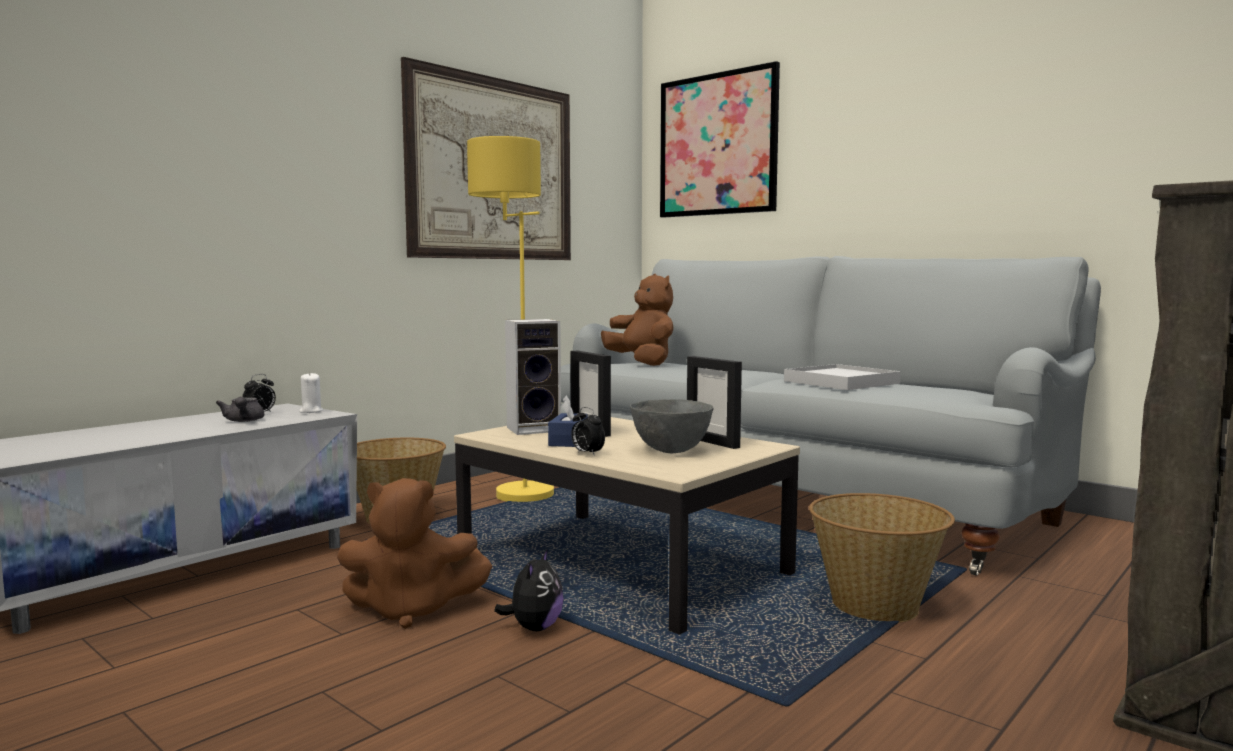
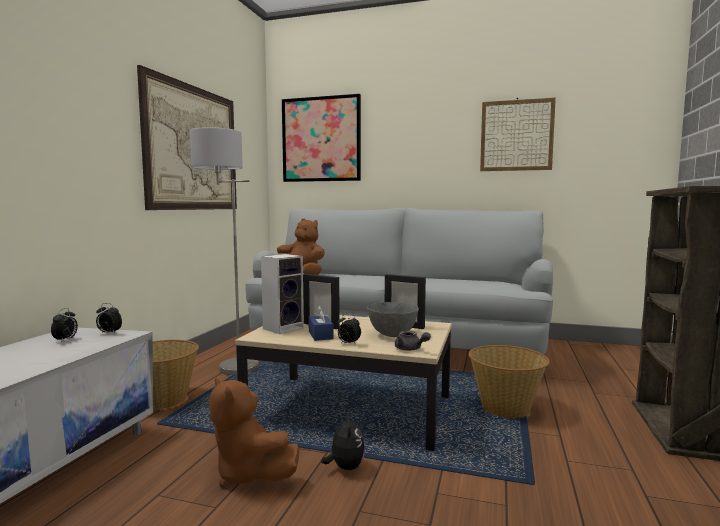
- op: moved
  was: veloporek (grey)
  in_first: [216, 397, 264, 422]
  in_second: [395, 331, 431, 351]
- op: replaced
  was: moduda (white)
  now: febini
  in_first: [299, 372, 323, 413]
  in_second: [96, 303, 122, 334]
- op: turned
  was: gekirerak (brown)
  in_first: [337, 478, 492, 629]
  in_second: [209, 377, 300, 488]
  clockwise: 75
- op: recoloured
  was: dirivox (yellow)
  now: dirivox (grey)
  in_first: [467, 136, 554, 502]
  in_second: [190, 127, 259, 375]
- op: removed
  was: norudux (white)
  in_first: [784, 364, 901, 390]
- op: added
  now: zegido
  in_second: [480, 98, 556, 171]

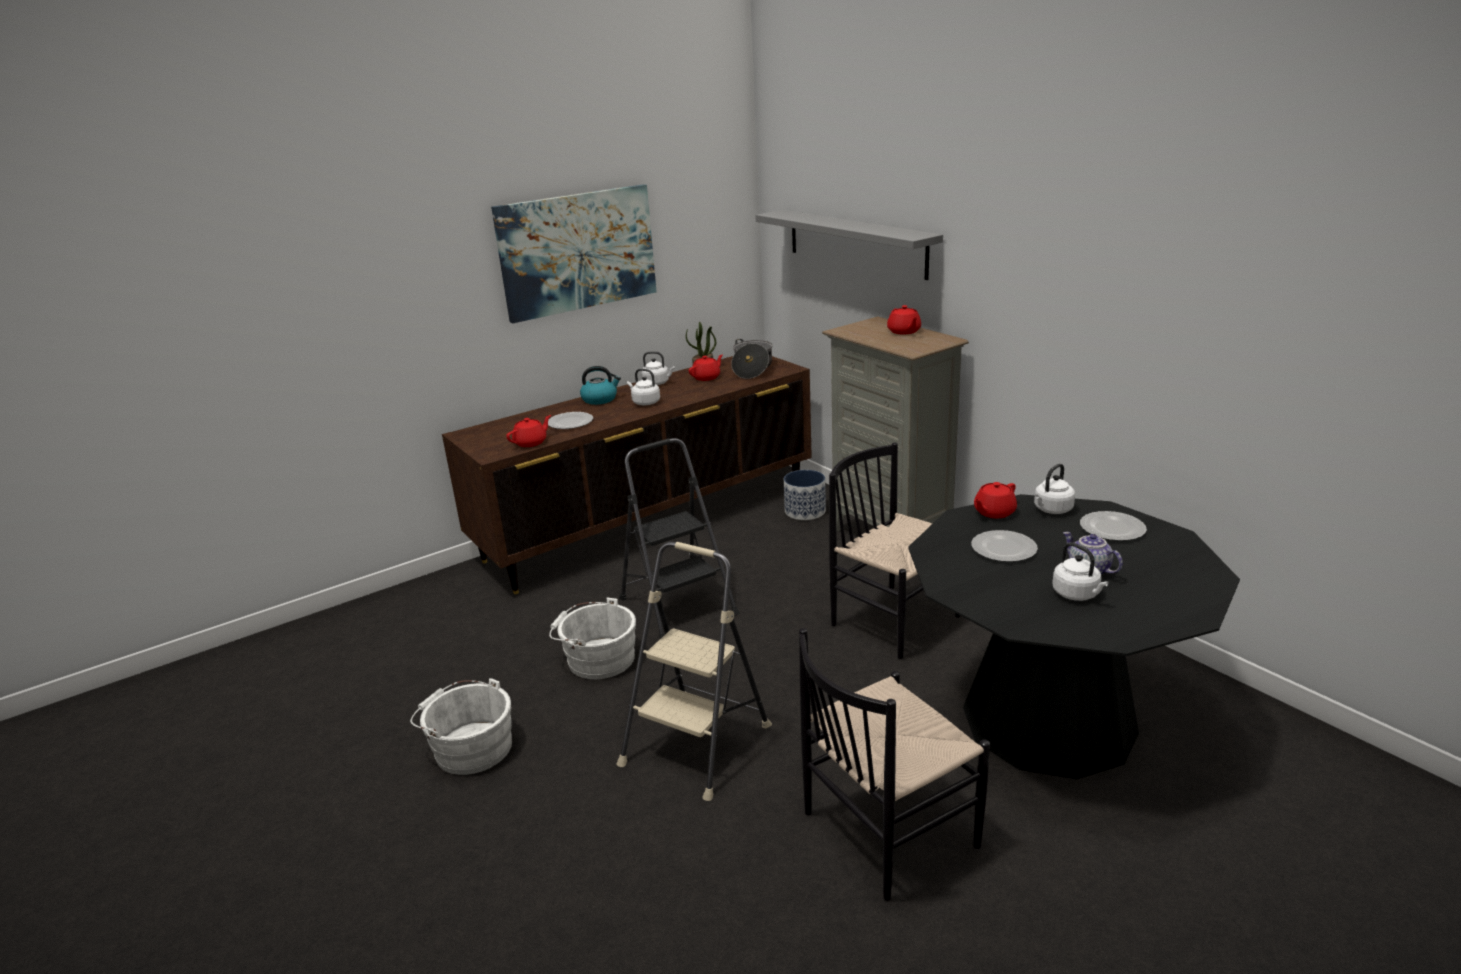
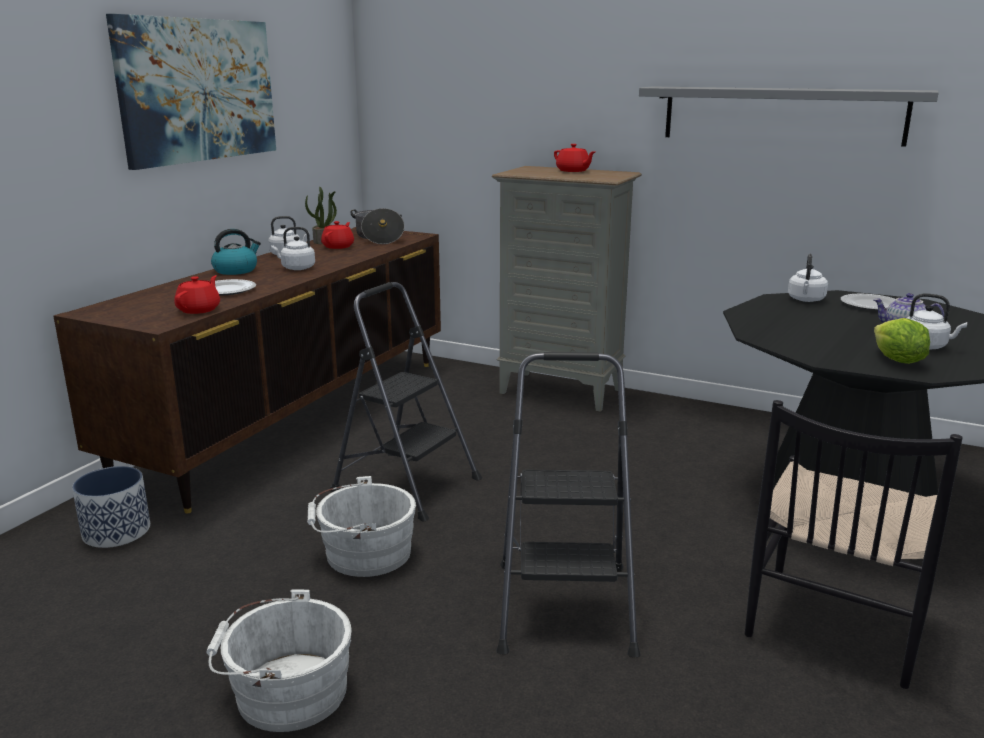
- op: recoloured
  was: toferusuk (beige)
  now: toferusuk (black)
  in_first: [616, 542, 772, 801]
  in_second: [496, 352, 641, 658]
- op: moved
  was: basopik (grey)
  in_first: [755, 210, 943, 280]
  in_second: [639, 86, 939, 147]
- op: moved
  was: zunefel
  in_first: [784, 470, 826, 520]
  in_second: [72, 466, 150, 548]
- op: removed
  was: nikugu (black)
  in_first: [829, 443, 961, 659]
- op: removed
  was: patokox
  in_first: [971, 530, 1038, 562]
- op: removed
  was: veloporek (red)
  in_first: [974, 482, 1017, 519]
- op: added
  now: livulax
  in_second: [874, 318, 930, 364]

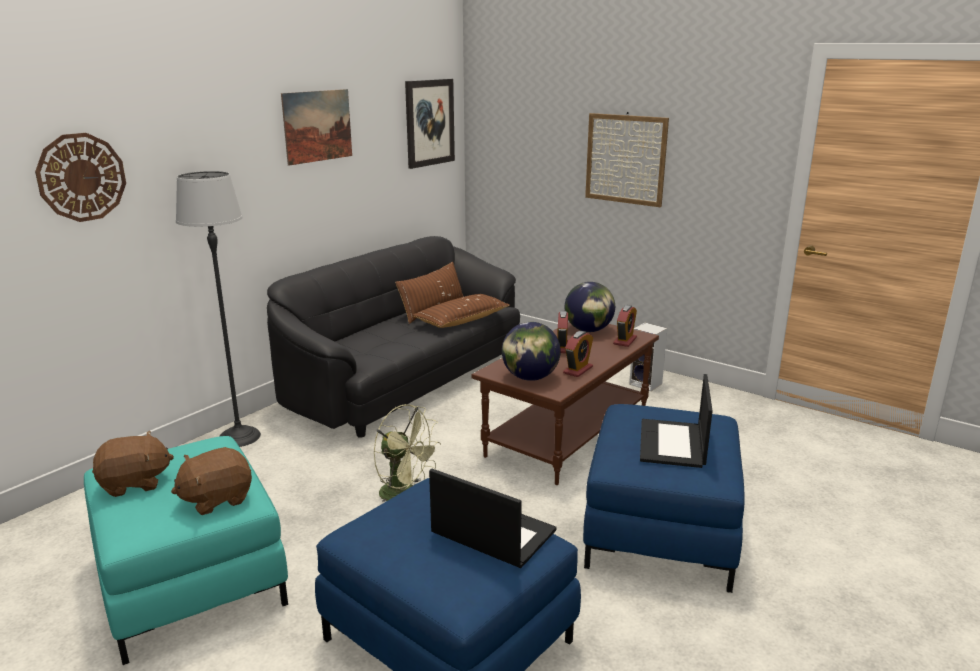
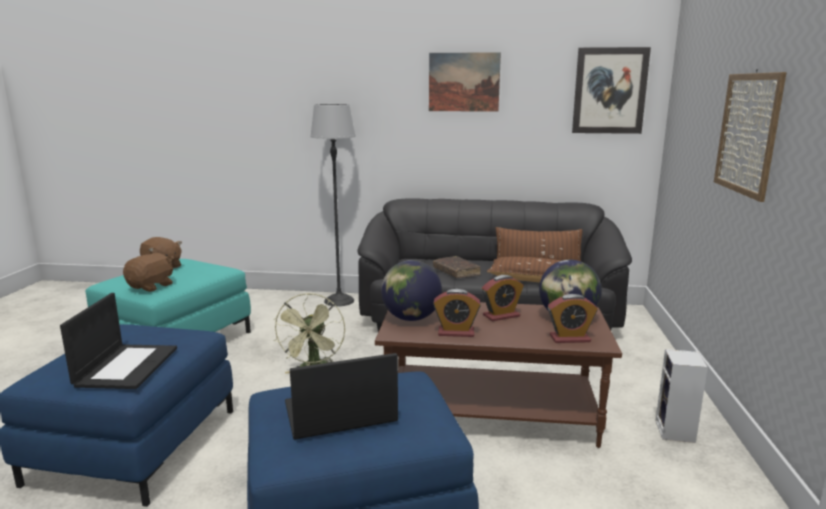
- op: removed
  was: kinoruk
  in_first: [35, 133, 126, 222]
- op: turned
  was: gekirerak (brown)
  in_first: [171, 447, 252, 515]
  in_second: [123, 253, 173, 292]
  clockwise: 90
- op: added
  now: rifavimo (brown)
  in_second: [433, 256, 481, 278]

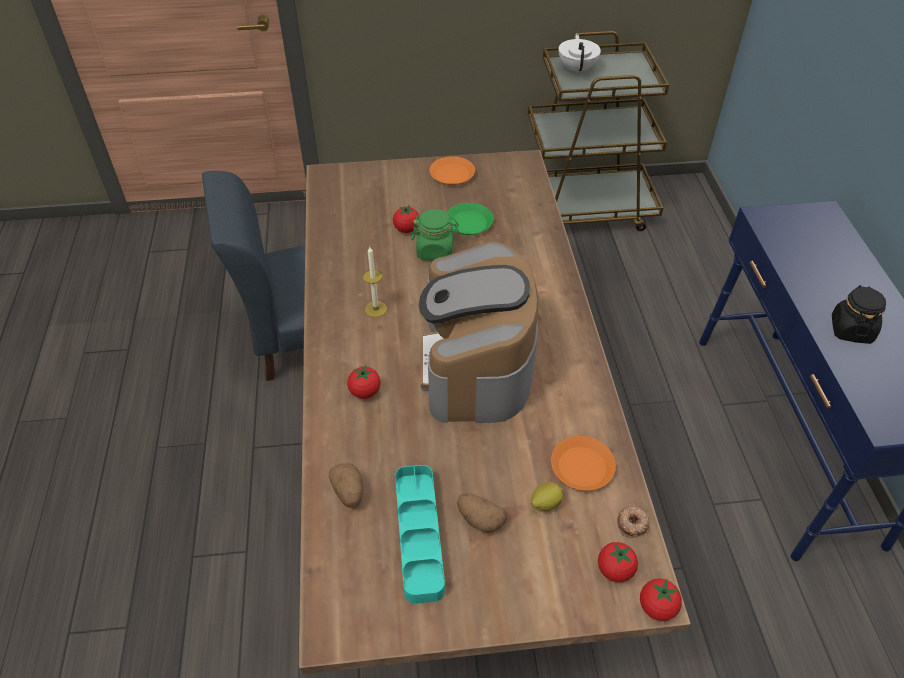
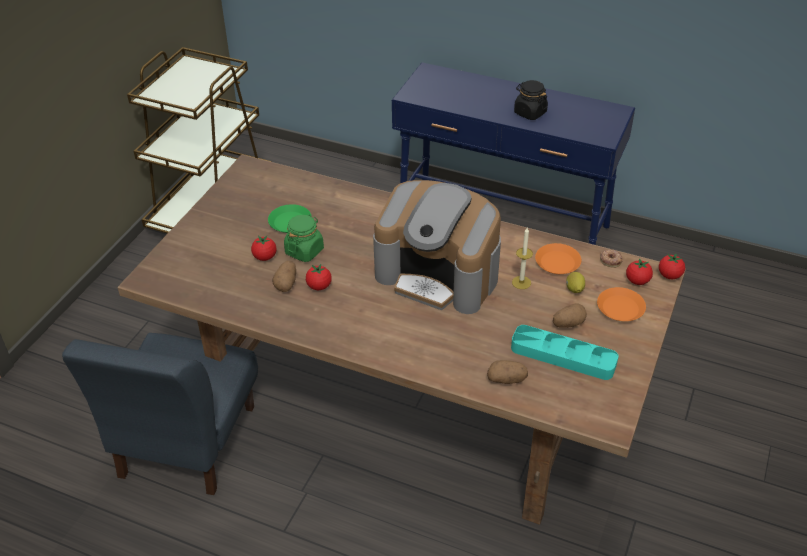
- op: moved
  was: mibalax
  in_first: [347, 365, 381, 399]
  in_second: [306, 264, 332, 290]
- op: moved
  was: moduda
  in_first: [363, 247, 387, 317]
  in_second: [512, 228, 533, 289]
- op: moved
  was: patokox (orange)
  in_first: [429, 156, 475, 185]
  in_second: [597, 287, 646, 321]
- op: removed
  was: veloporek (white)
  in_first: [559, 33, 601, 75]
- op: added
  now: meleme
  in_second: [272, 261, 296, 292]

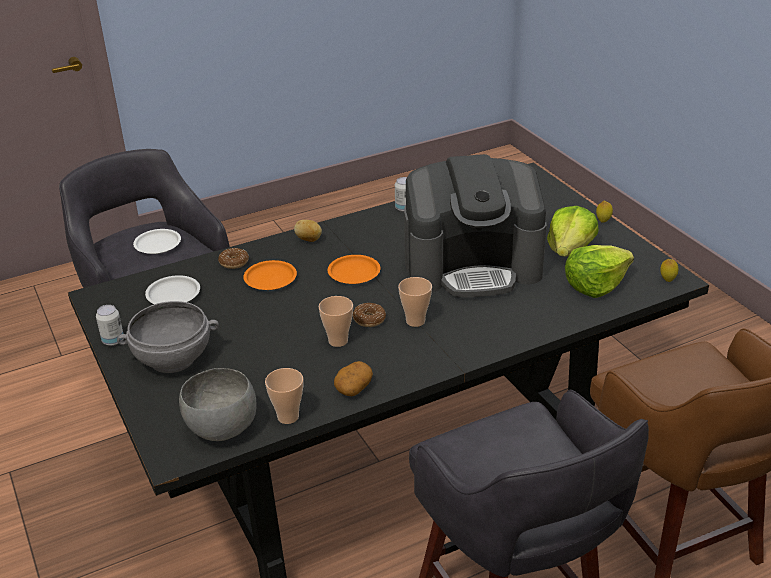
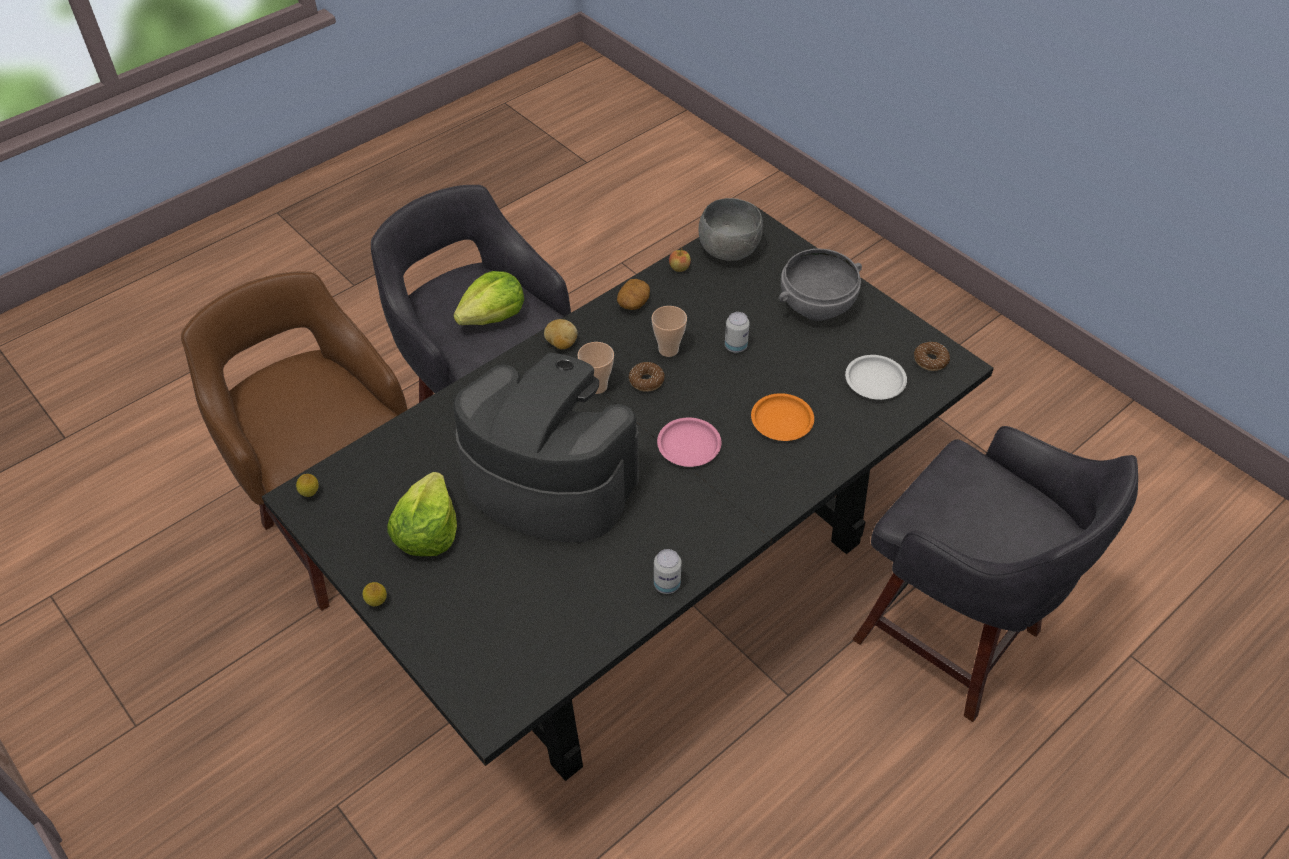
- op: moved
  was: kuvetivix
  in_first: [96, 305, 124, 346]
  in_second: [725, 312, 750, 353]
- op: removed
  was: patokox (white)
  in_first: [133, 229, 181, 254]
- op: moved
  was: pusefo
  in_first: [218, 248, 249, 269]
  in_second: [914, 342, 950, 371]
- op: replaced
  was: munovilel
  now: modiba
  in_first: [265, 368, 303, 424]
  in_second: [669, 248, 691, 272]
- op: moved
  was: meleme
  in_first: [294, 220, 322, 242]
  in_second: [544, 319, 578, 349]
- op: recoloured
  was: patokox (orange)
  now: patokox (pink)
  in_first: [328, 255, 380, 284]
  in_second: [657, 417, 721, 467]
- op: turned
  was: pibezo
  in_first: [404, 154, 547, 297]
  in_second: [453, 353, 639, 542]
  clockwise: 45
- op: moved
  was: livulax
  in_first: [565, 245, 634, 298]
  in_second: [453, 271, 524, 325]

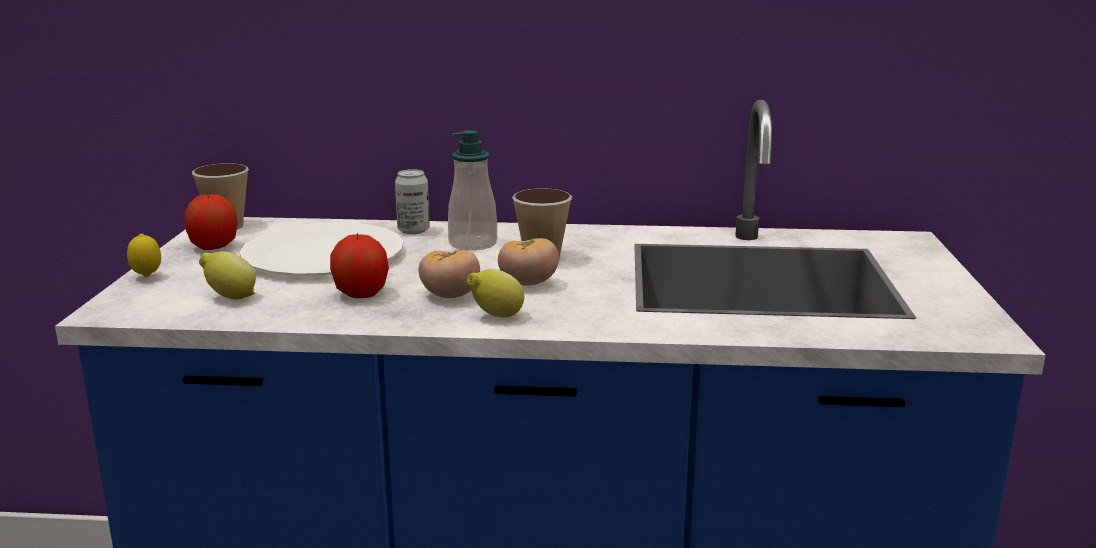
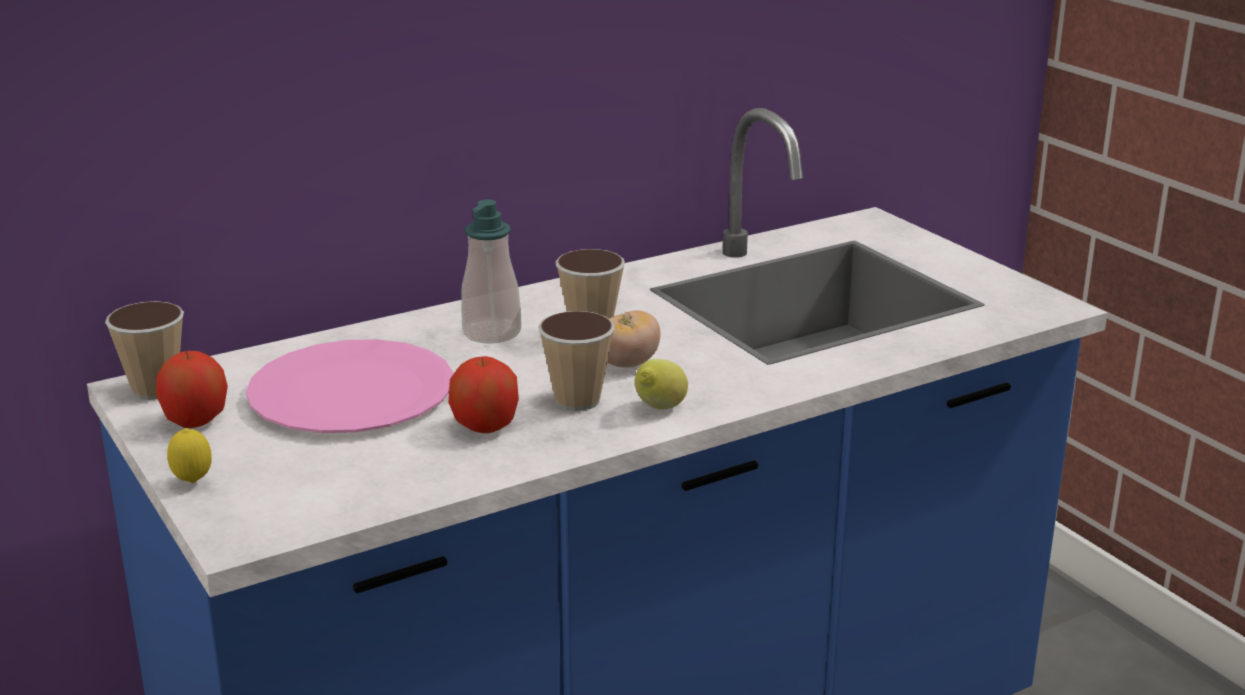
- op: removed
  was: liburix
  in_first: [199, 251, 256, 300]
- op: recoloured
  was: patokox (white)
  now: patokox (pink)
  in_first: [239, 222, 404, 276]
  in_second: [246, 339, 454, 433]
- op: removed
  was: kuvetivix
  in_first: [395, 169, 430, 234]
- op: replaced
  was: mibalax
  now: munovilel
  in_first: [418, 250, 480, 298]
  in_second: [538, 311, 615, 411]

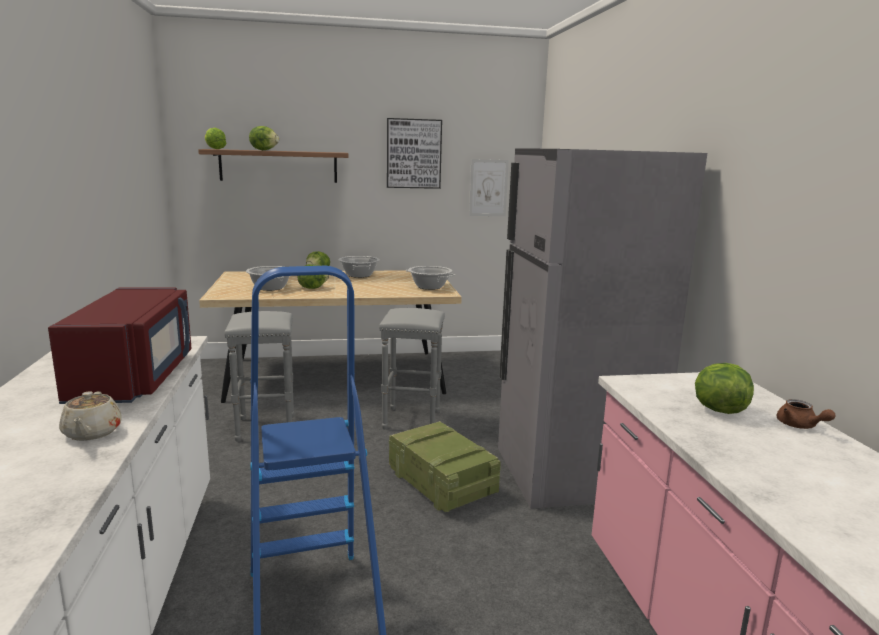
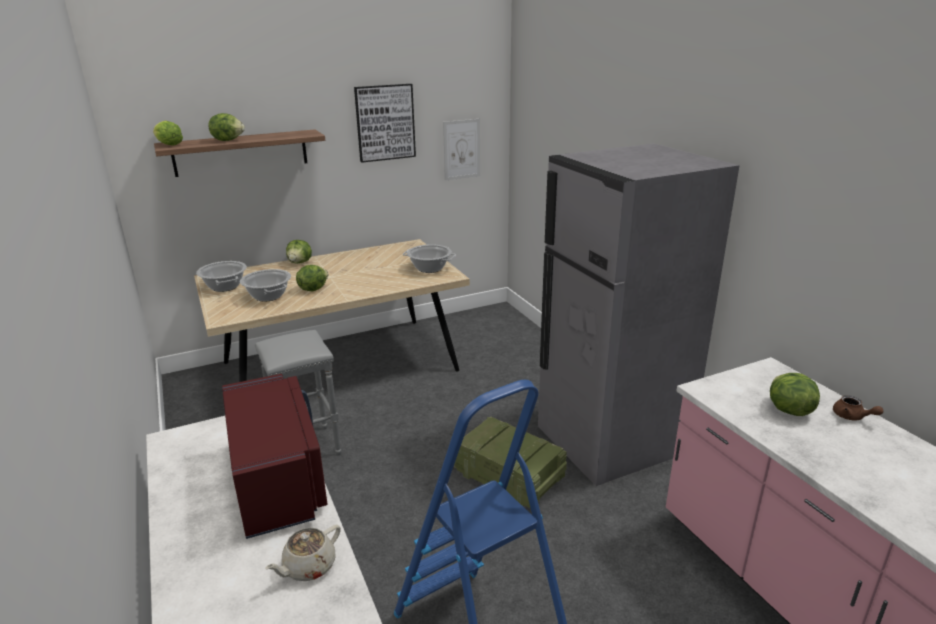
- op: turned
  was: veloporek (beige)
  in_first: [59, 391, 122, 441]
  in_second: [265, 524, 341, 581]
  clockwise: 75
- op: moved
  was: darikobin
  in_first: [339, 256, 380, 278]
  in_second: [196, 261, 247, 292]
- op: removed
  was: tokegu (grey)
  in_first: [379, 308, 445, 429]

